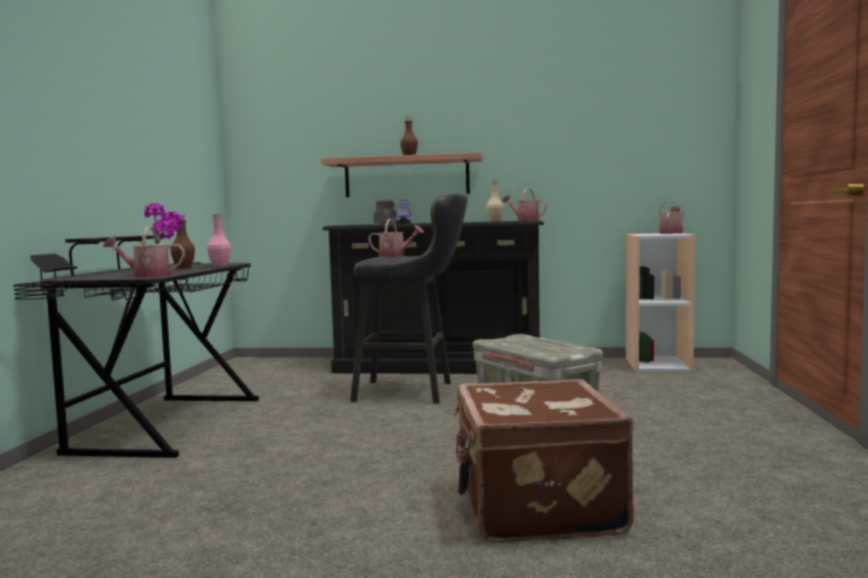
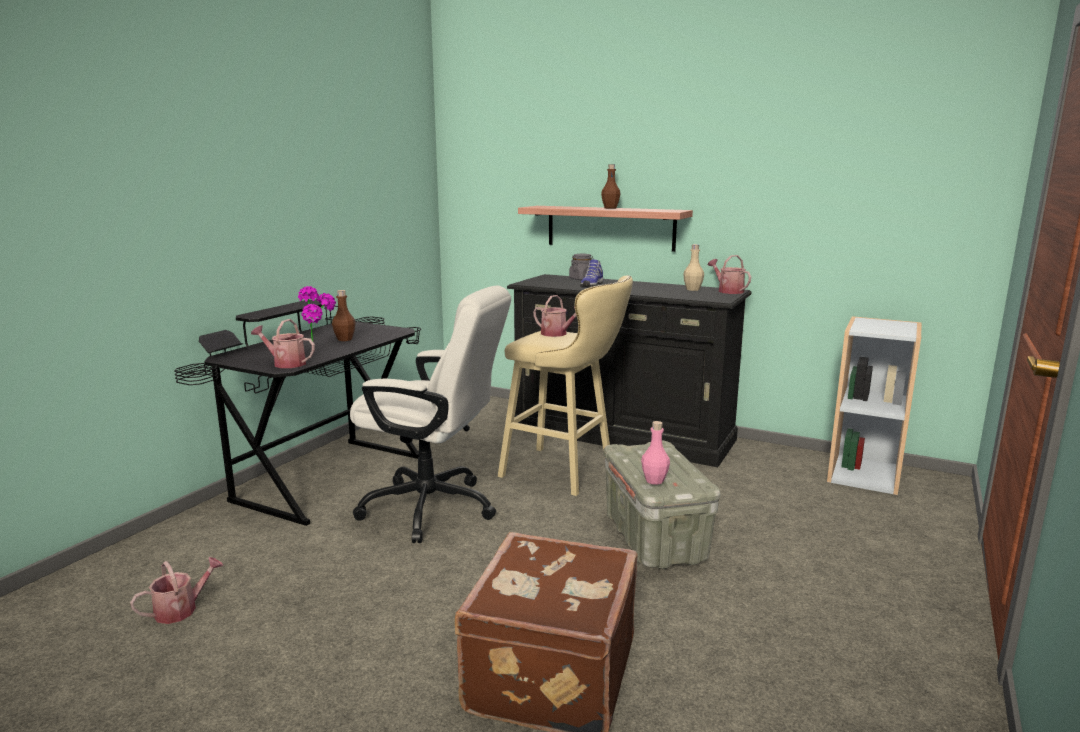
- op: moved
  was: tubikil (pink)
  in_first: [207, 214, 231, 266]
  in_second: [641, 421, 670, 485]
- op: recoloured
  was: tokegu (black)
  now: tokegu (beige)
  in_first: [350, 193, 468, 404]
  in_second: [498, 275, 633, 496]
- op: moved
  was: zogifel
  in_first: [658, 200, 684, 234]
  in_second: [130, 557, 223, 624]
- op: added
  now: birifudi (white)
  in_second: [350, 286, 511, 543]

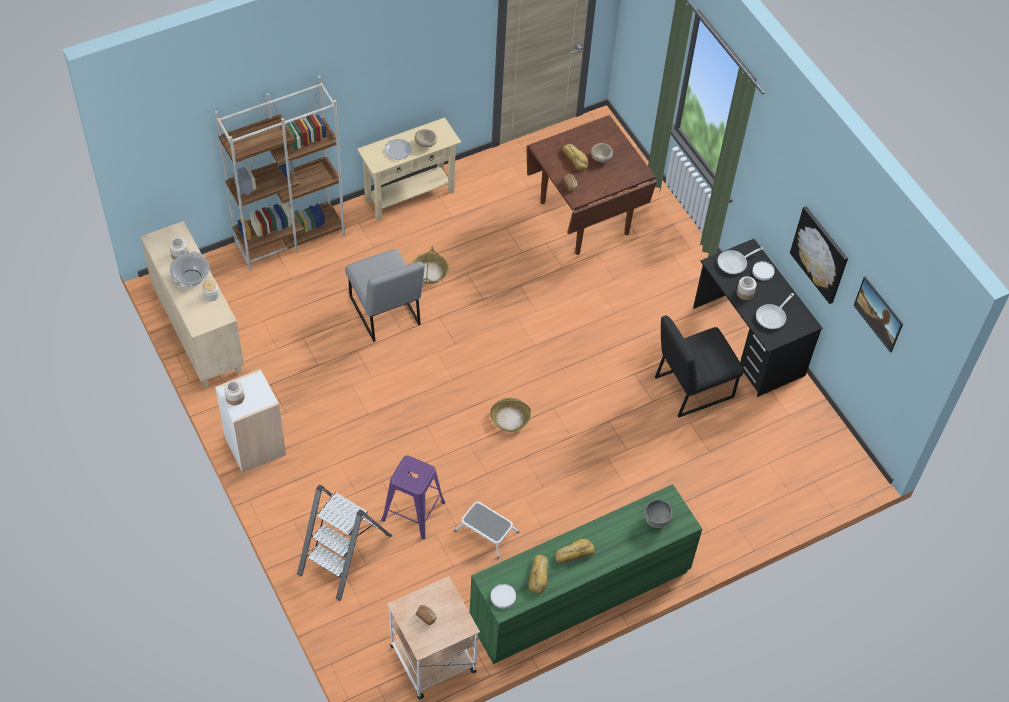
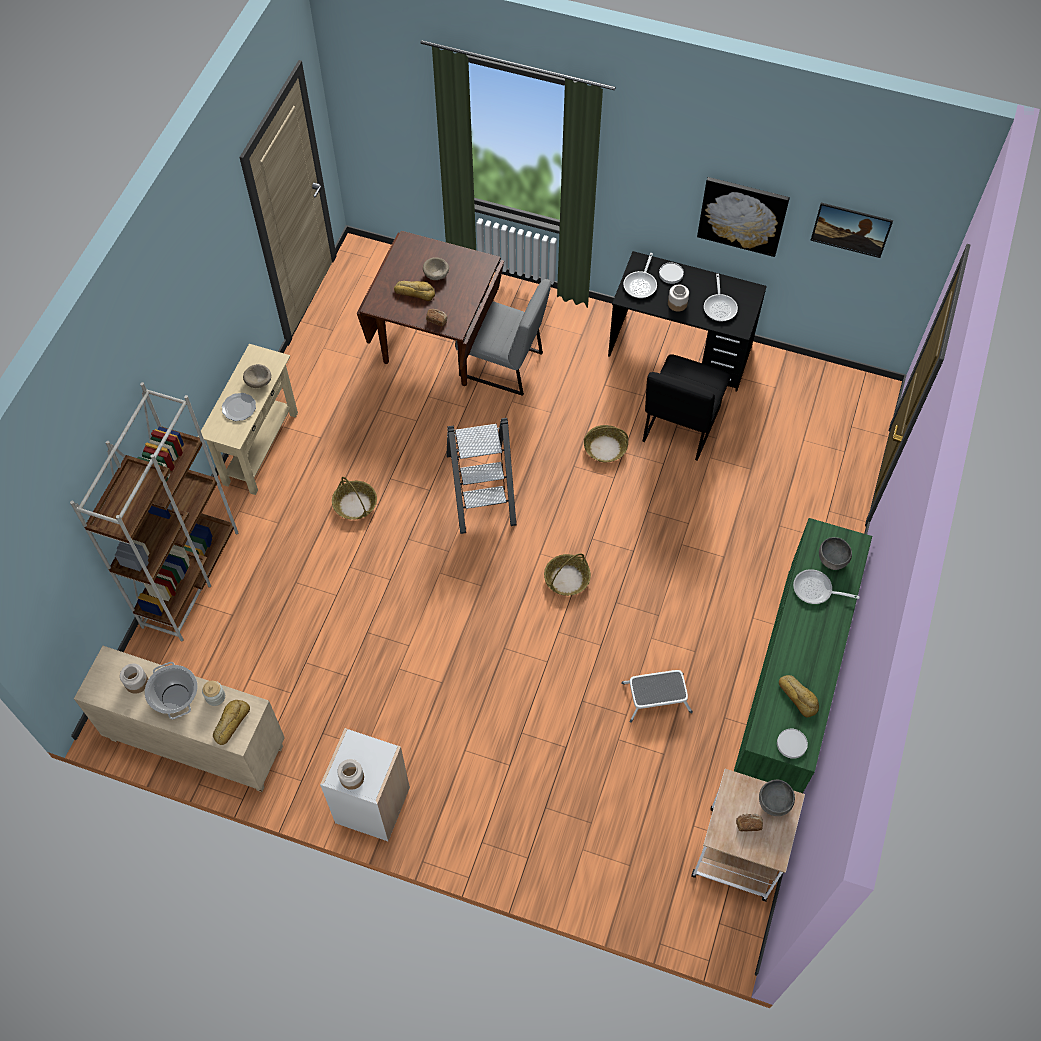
- op: moved
  was: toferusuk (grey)
  in_first: [297, 484, 392, 601]
  in_second: [446, 418, 517, 534]
- op: moved
  was: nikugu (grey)
  in_first: [345, 249, 425, 342]
  in_second: [455, 279, 551, 396]
- op: removed
  was: tokegu (purple)
  in_first: [381, 455, 445, 539]
- op: moved
  was: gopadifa
  in_first: [555, 539, 595, 563]
  in_second: [213, 700, 250, 745]
- op: added
  now: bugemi
  in_second: [584, 425, 628, 462]
- op: added
  now: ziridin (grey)
  in_second: [759, 780, 795, 816]
- op: added
  now: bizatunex
  in_second: [793, 569, 860, 604]

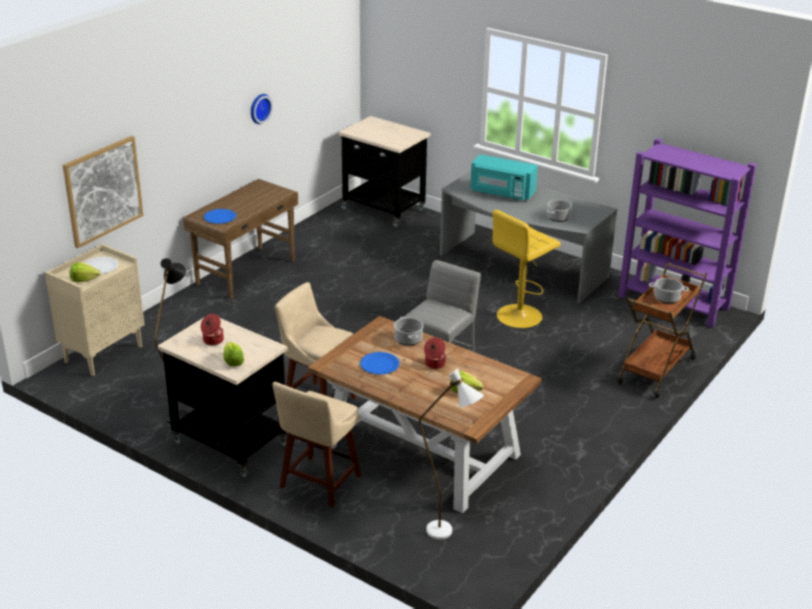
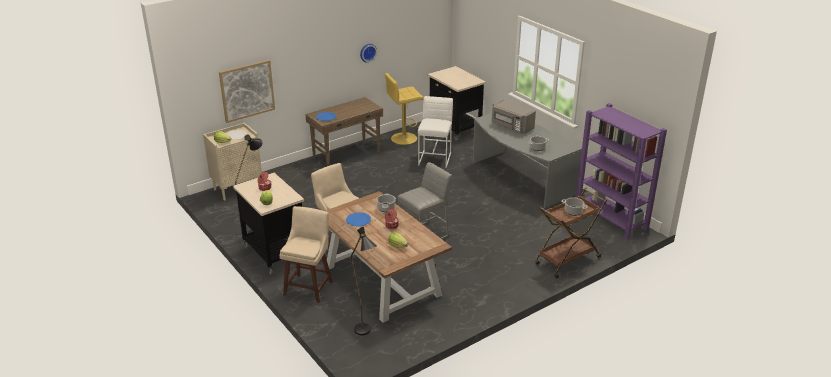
- op: turned
  was: nikugu (beige)
  in_first: [272, 382, 361, 507]
  in_second: [279, 206, 333, 303]
  clockwise: 150
- op: recoloured
  was: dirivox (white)
  now: dirivox (black)
  in_first: [419, 368, 484, 540]
  in_second: [351, 227, 377, 335]
- op: recoloured
  was: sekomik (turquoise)
  now: sekomik (grey)
  in_first: [470, 154, 538, 200]
  in_second: [492, 99, 536, 134]
- op: moved
  was: tokegu (yellow)
  in_first: [492, 210, 561, 328]
  in_second: [385, 73, 424, 145]
- op: added
  now: tokegu (white)
  in_second: [418, 96, 453, 168]

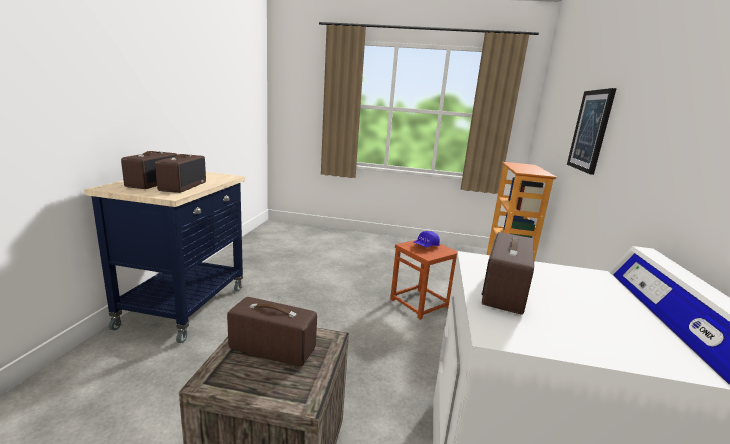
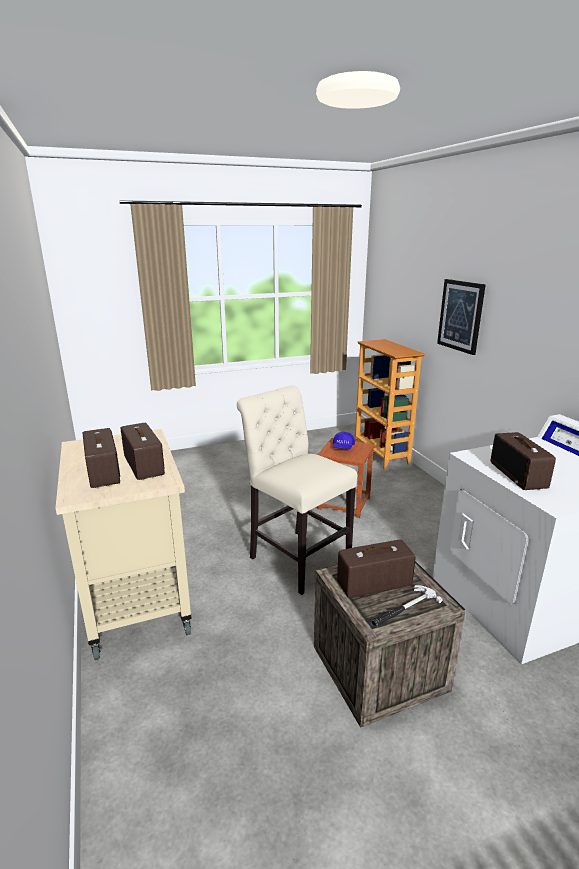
- op: recoloured
  was: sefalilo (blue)
  now: sefalilo (beige)
  in_first: [84, 172, 245, 343]
  in_second: [55, 429, 192, 660]
- op: added
  now: tokegu (beige)
  in_second: [237, 386, 357, 595]
- op: added
  now: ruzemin
  in_second: [372, 585, 443, 626]

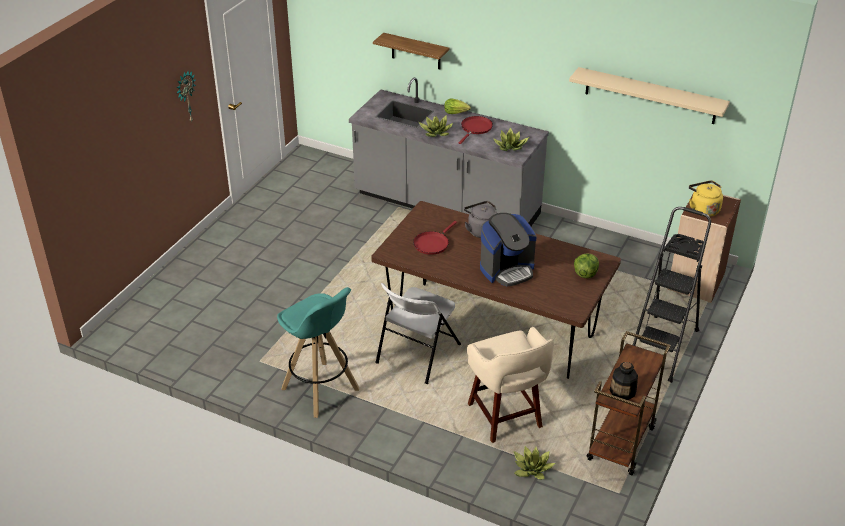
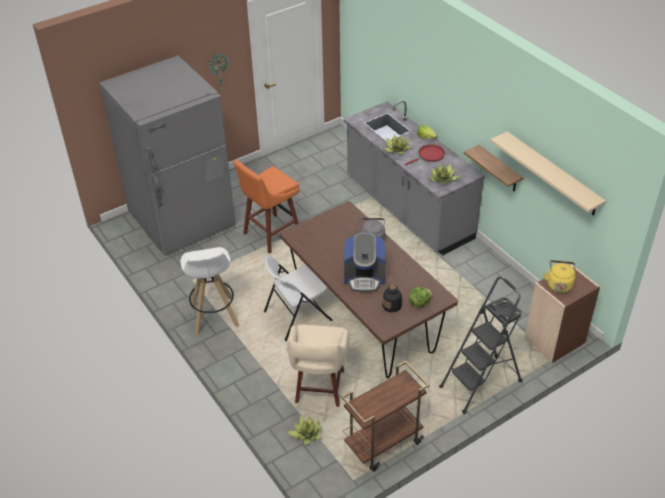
- op: recoloured
  was: tokegu (turquoise)
  now: tokegu (white)
  in_first: [277, 287, 359, 418]
  in_second: [181, 247, 239, 335]
- op: moved
  was: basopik
  in_first: [373, 33, 449, 69]
  in_second: [464, 145, 524, 192]
- op: removed
  was: bizatunex (red)
  in_first: [413, 221, 457, 255]
- op: moved
  was: tubikil
  in_first: [610, 362, 638, 400]
  in_second: [382, 285, 402, 312]
- op: added
  now: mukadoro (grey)
  in_second: [99, 55, 236, 256]
- op: added
  now: tokegu (orange)
  in_second: [233, 159, 300, 254]

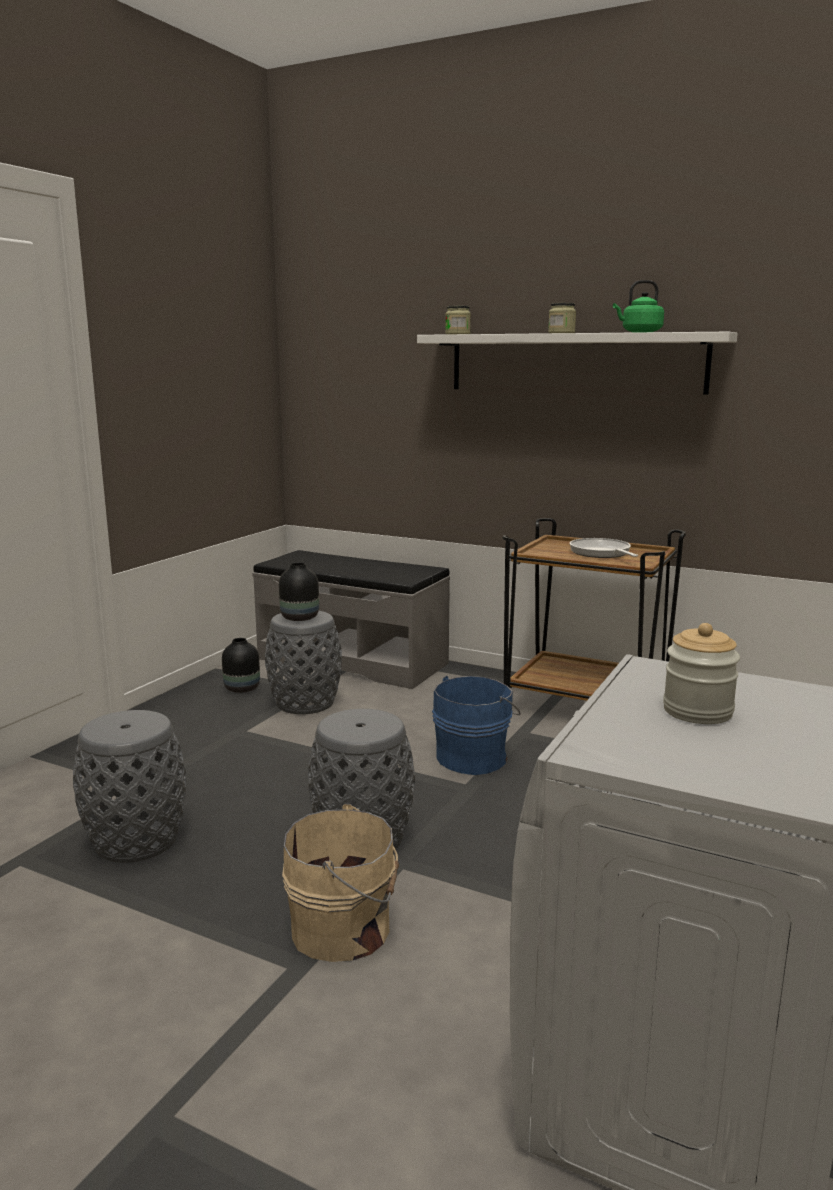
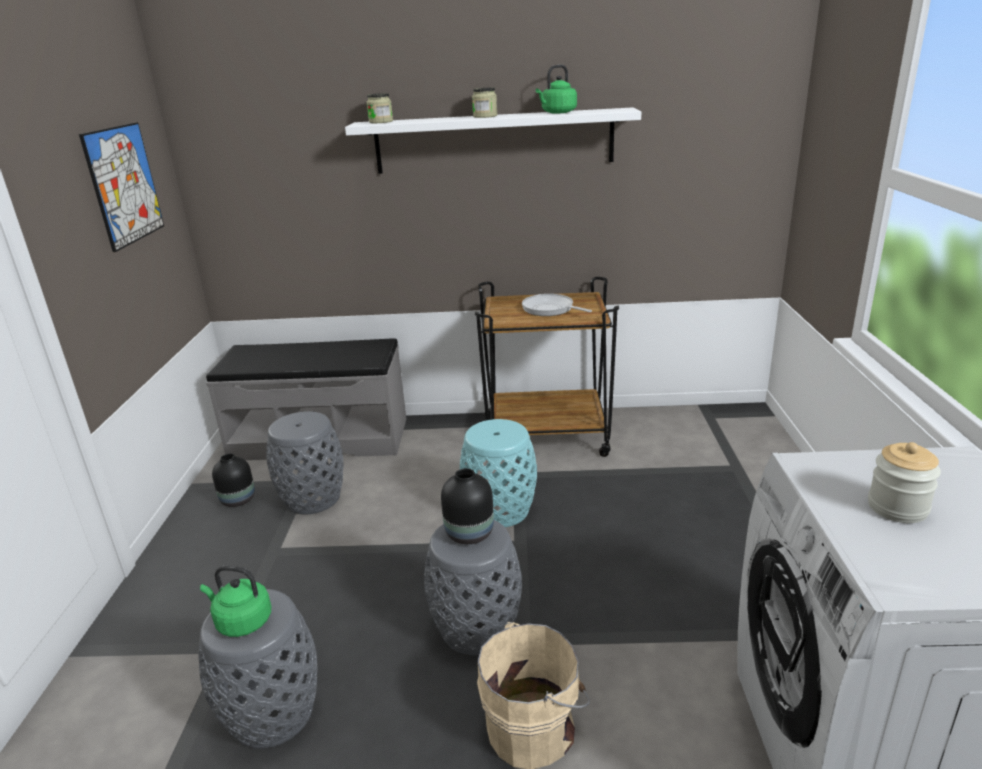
- op: moved
  was: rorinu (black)
  in_first: [279, 562, 319, 621]
  in_second: [441, 468, 494, 544]
- op: replaced
  was: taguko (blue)
  now: tokegu (turquoise)
  in_first: [432, 676, 521, 775]
  in_second: [460, 419, 537, 527]
- op: added
  now: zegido
  in_second: [79, 122, 164, 252]
- op: added
  now: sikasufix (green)
  in_second: [200, 566, 271, 637]

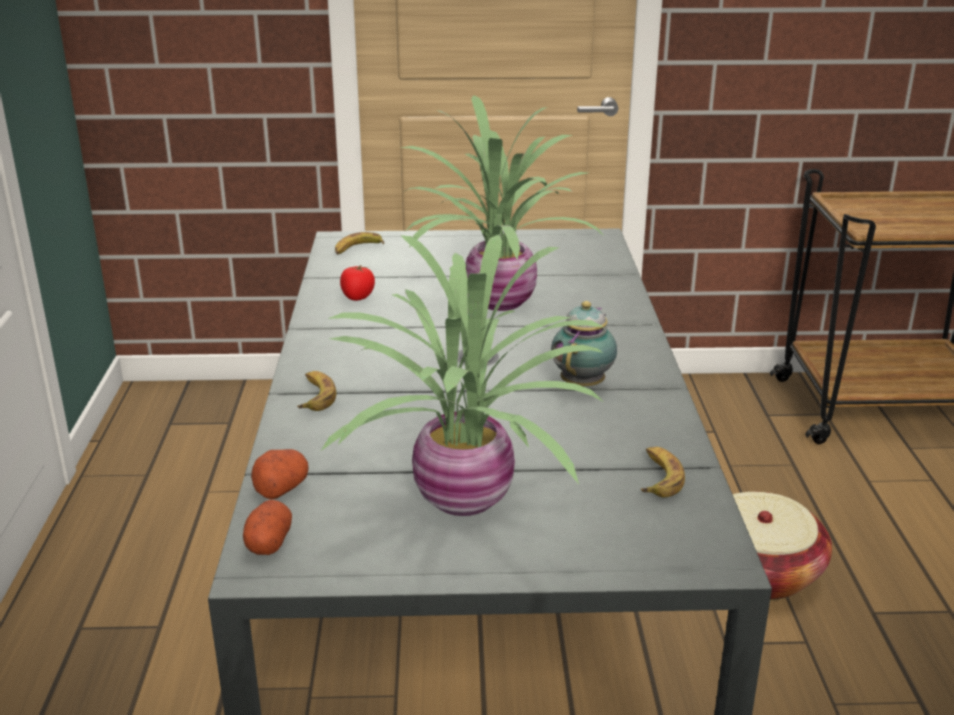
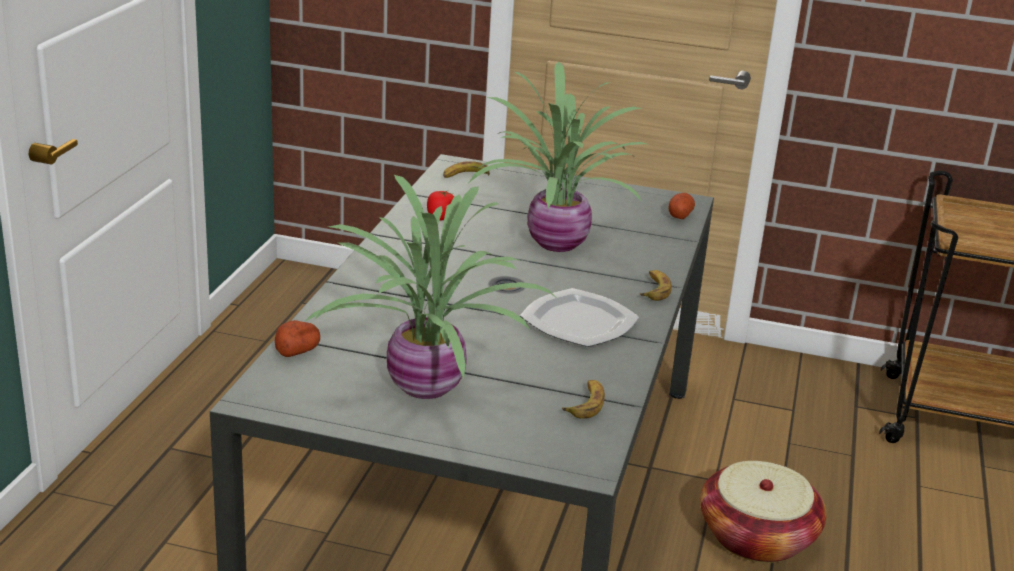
- op: moved
  was: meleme
  in_first: [243, 500, 292, 555]
  in_second: [668, 193, 695, 219]
- op: moved
  was: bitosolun
  in_first: [297, 371, 336, 411]
  in_second: [640, 270, 672, 301]
- op: replaced
  was: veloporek
  now: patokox
  in_first: [551, 301, 617, 387]
  in_second: [520, 288, 639, 347]

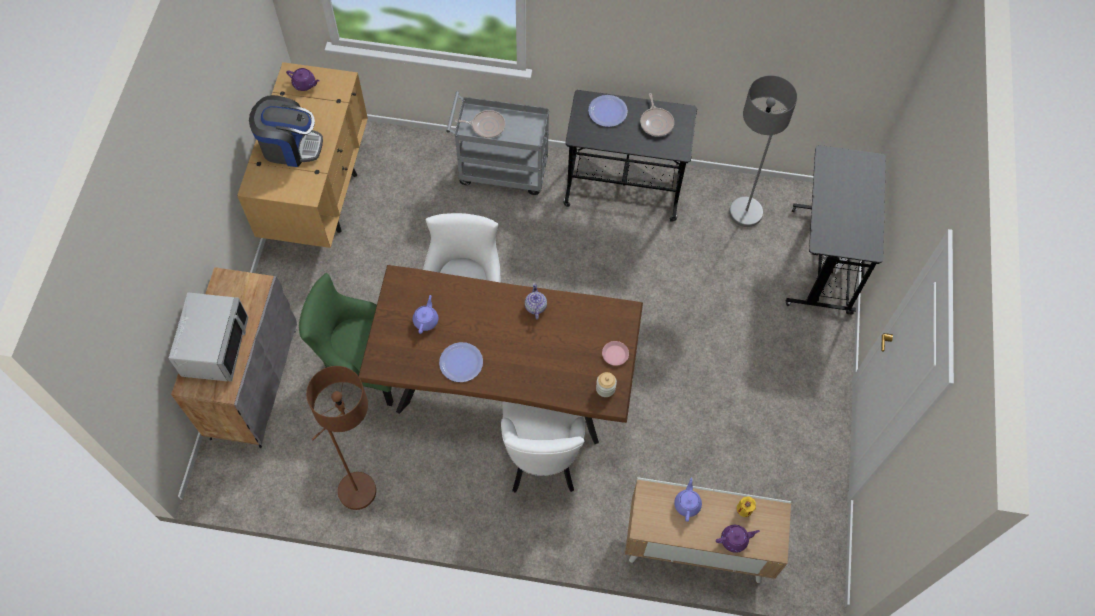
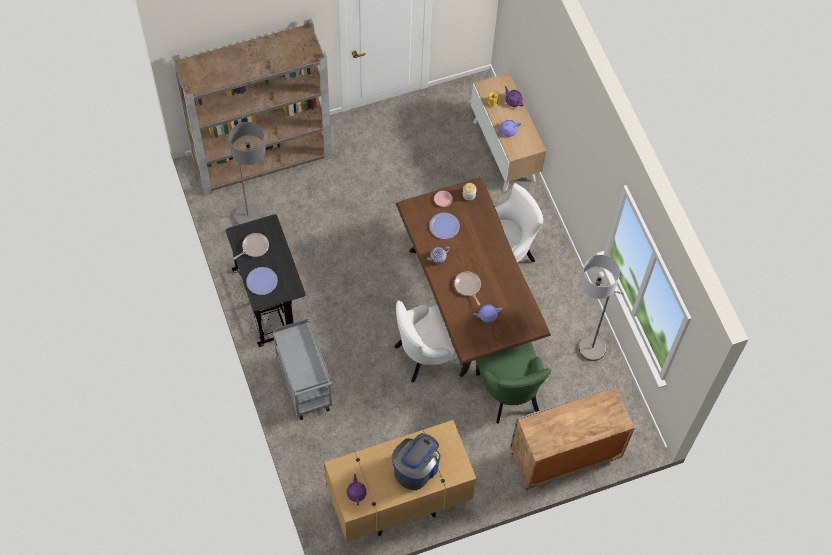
- op: removed
  was: sekomik (grey)
  in_first: [169, 292, 249, 382]
- op: turned
  was: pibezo
  in_first: [249, 95, 323, 167]
  in_second: [392, 433, 441, 490]
  clockwise: 60
- op: recoloured
  was: dirivox (brown)
  now: dirivox (grey)
  in_first: [306, 366, 376, 510]
  in_second: [579, 255, 624, 361]
- op: moved
  was: patokox
  in_first: [439, 342, 483, 382]
  in_second: [429, 212, 460, 239]
- op: moved
  was: bizatunex
  in_first: [455, 110, 505, 138]
  in_second: [454, 272, 481, 305]
- op: replaced
  was: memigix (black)
  now: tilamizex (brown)
  in_first: [786, 145, 886, 315]
  in_second: [172, 19, 332, 195]

